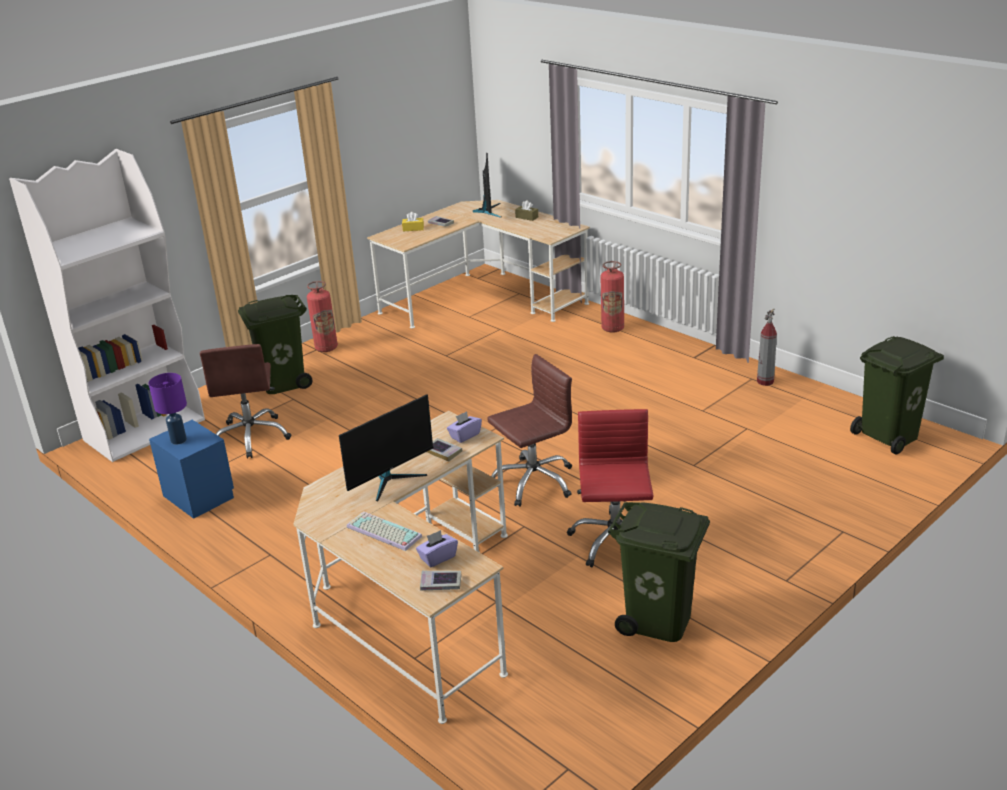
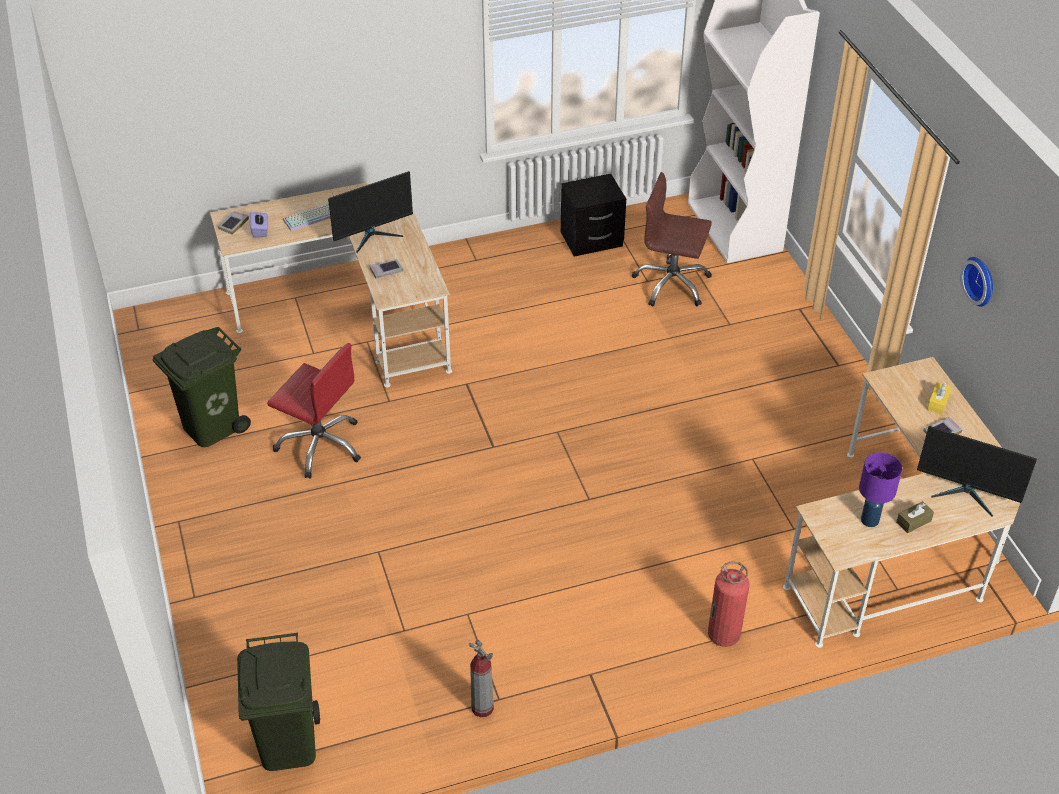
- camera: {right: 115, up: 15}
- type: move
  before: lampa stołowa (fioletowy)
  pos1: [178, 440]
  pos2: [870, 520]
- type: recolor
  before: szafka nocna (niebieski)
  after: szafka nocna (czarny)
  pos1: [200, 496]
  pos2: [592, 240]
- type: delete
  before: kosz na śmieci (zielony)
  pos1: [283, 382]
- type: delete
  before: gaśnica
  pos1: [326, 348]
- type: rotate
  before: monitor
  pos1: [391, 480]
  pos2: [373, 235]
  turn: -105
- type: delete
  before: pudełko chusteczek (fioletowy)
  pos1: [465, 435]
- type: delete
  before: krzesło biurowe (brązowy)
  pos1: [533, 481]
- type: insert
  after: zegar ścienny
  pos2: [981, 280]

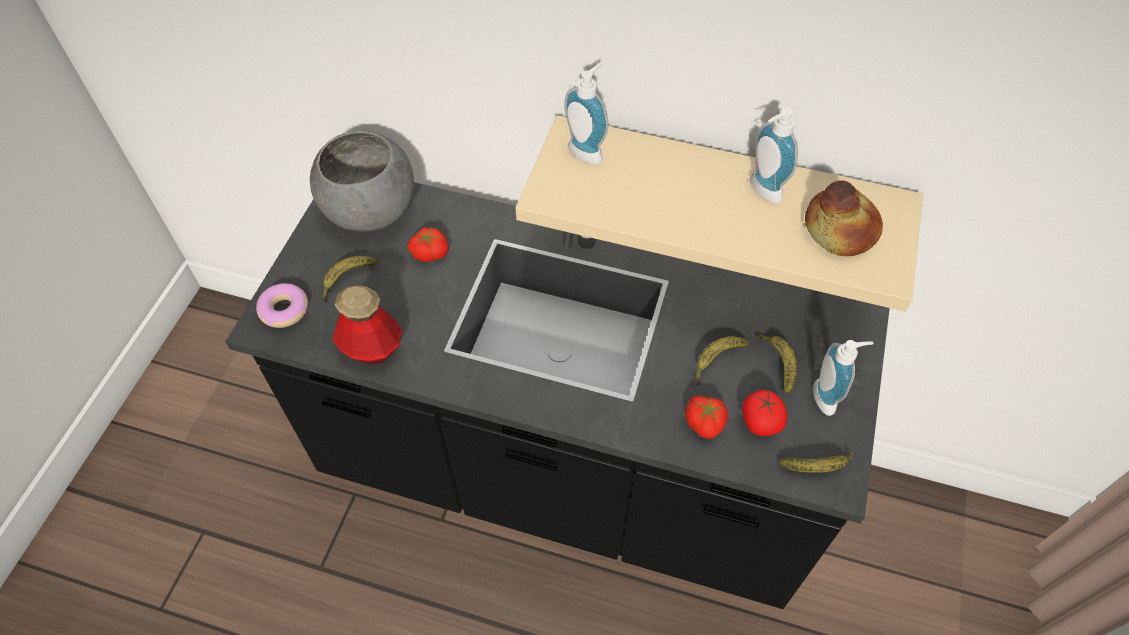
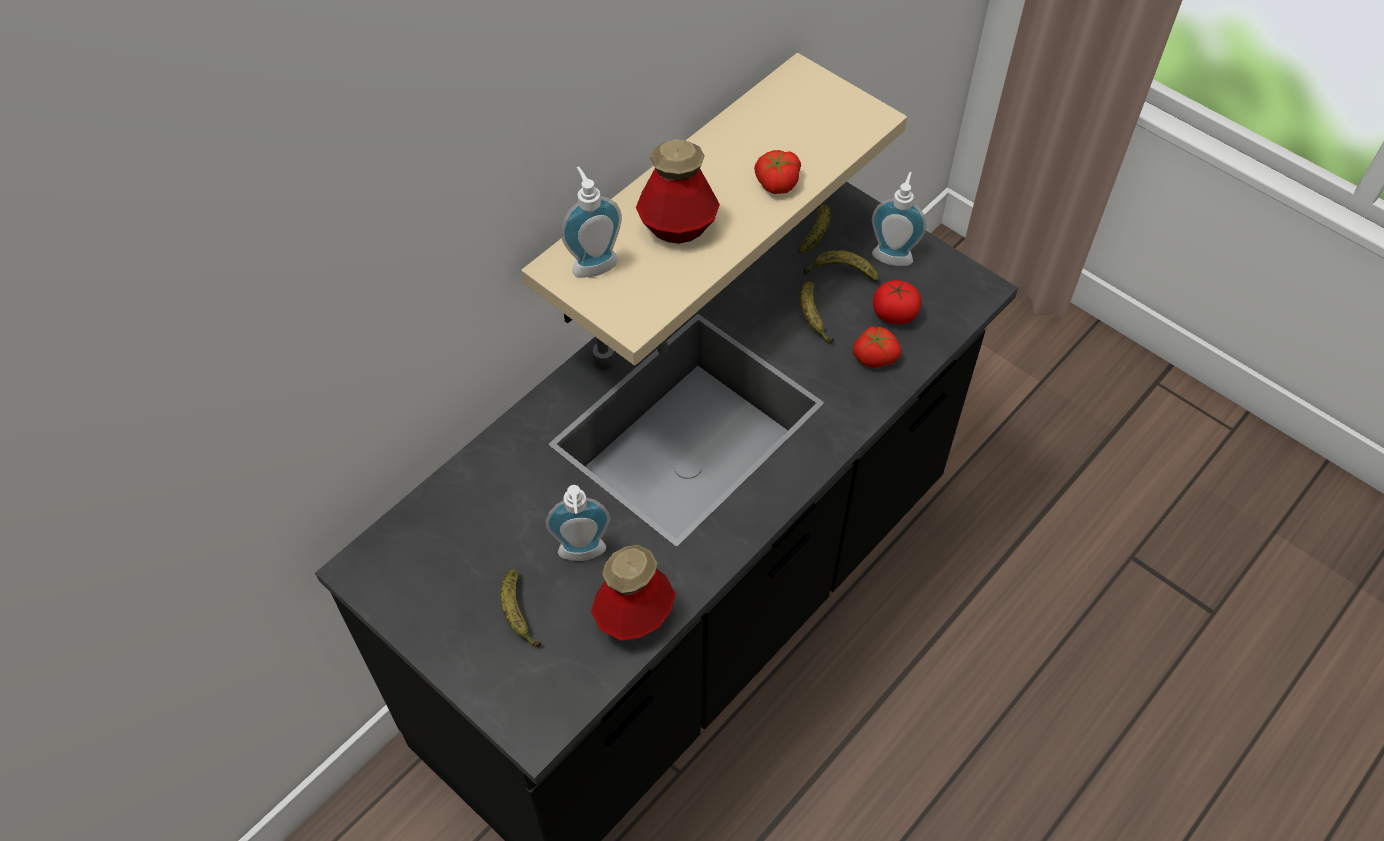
- camera: {right: -65, up: 0}
- type: delete
  before: donut
  pos1: [284, 310]
- type: delete
  before: miska (szary)
  pos1: [371, 212]
- type: move
  before: pomidor
  pos1: [430, 252]
  pos2: [776, 182]
- type: move
  before: dozownik mydła
  pos1: [761, 191]
  pos2: [582, 555]
- type: move
  before: banan
  pos1: [817, 467]
  pos2: [815, 232]
- type: delete
  before: chleb
  pos1: [840, 229]
- type: insert
  after: butelka
  pos2: [678, 227]

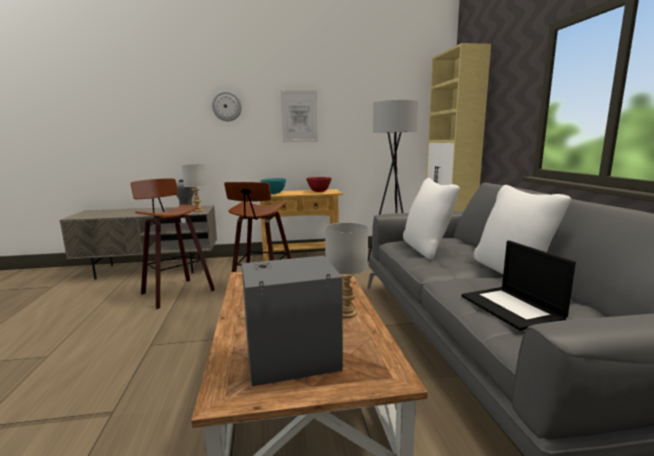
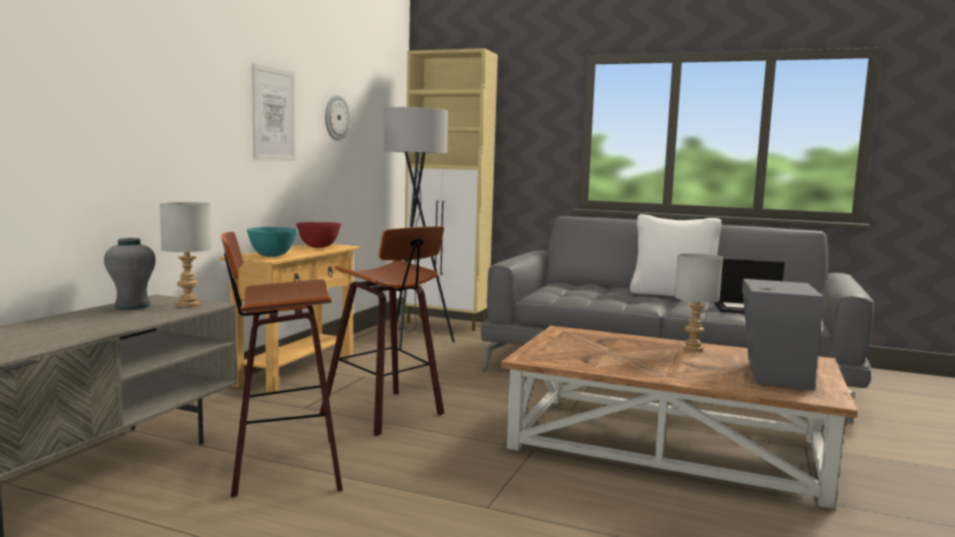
- camera: {right: -60, up: -5}
- type: move
  before: zegar ścienny
  pos1: [226, 106]
  pos2: [336, 117]
- type: delete
  before: poduszka (biały)
  pos1: [426, 249]

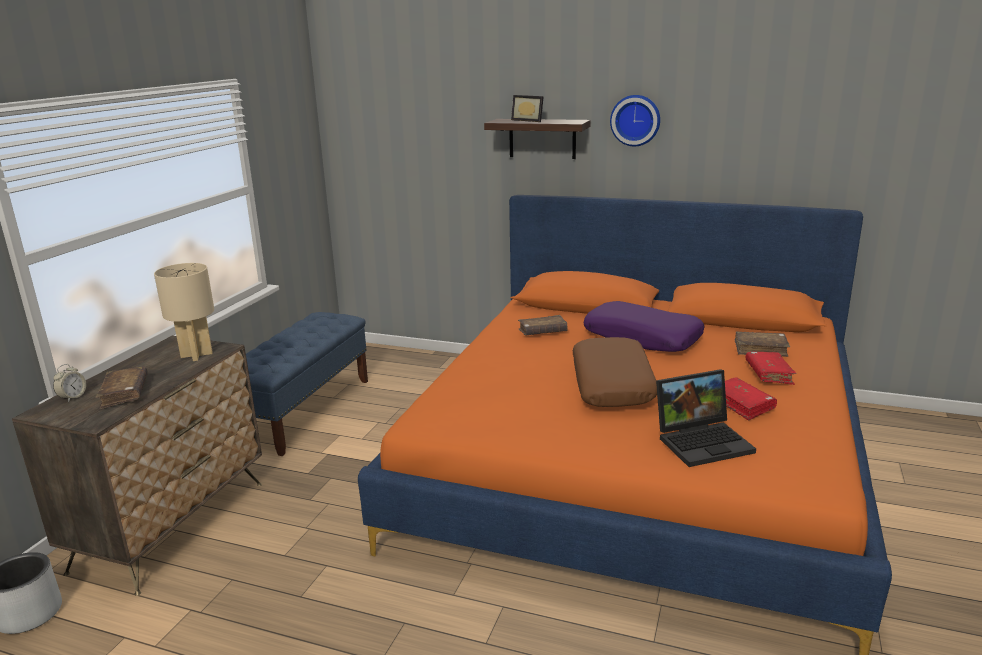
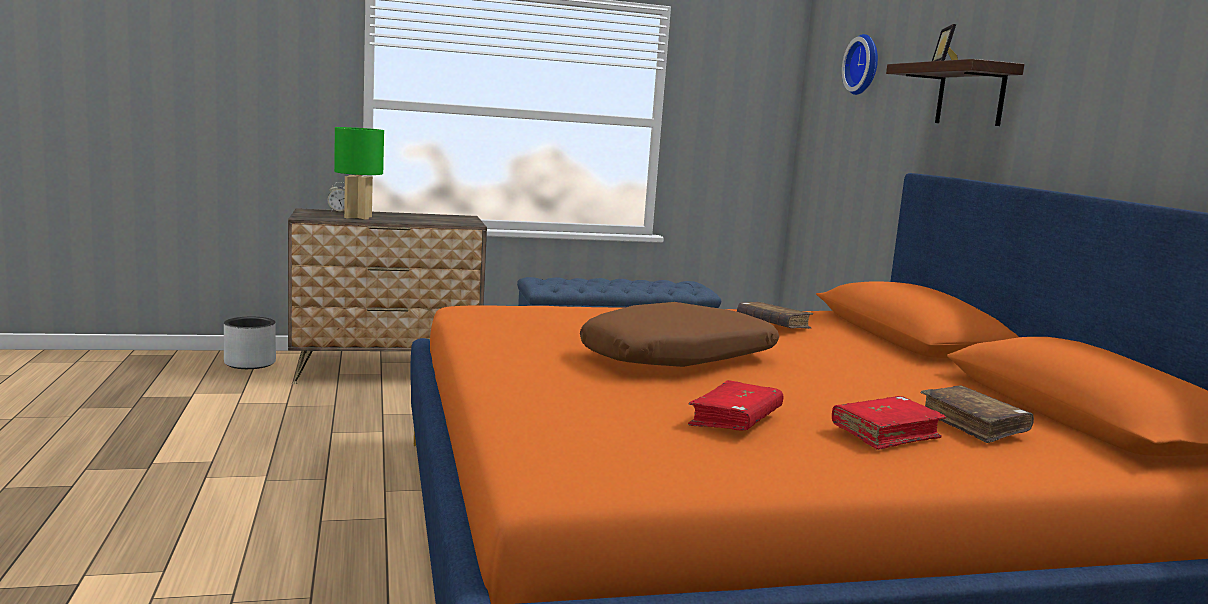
- camera: {right: 55, up: -10}
- type: replace
  before: książka (brązowy)
  after: lampa stołowa (zielony)
  pos1: [125, 394]
  pos2: [357, 217]
- type: delete
  before: lampa stołowa (beżowy)
  pos1: [196, 355]
- type: delete
  before: poduszka (fioletowy)
  pos1: [642, 337]
- type: move
  before: zegar ścienny
  pos1: [635, 120]
  pos2: [864, 65]
- type: delete
  before: laptop
  pos1: [703, 441]

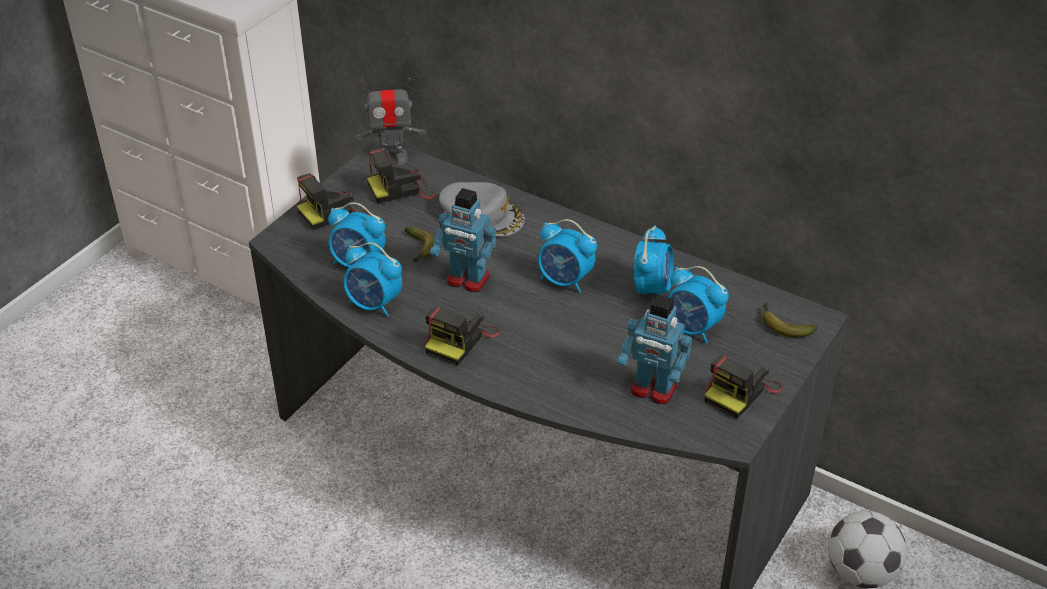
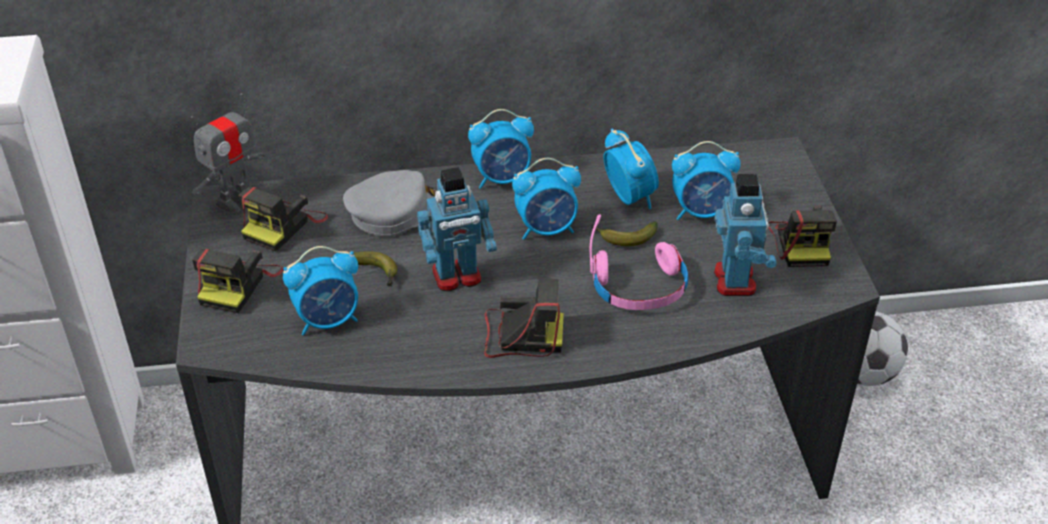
- camera: {right: -40, up: 0}
- type: move
  before: budzik
  pos1: [374, 305]
  pos2: [502, 179]
- type: rotate
  before: aparat fotograficzny
  pos1: [460, 340]
  pos2: [520, 335]
  turn: -75
- type: rotate
  before: robot zabawkowy
  pos1: [653, 389]
  pos2: [736, 281]
  turn: -75
- type: move
  before: banan
  pos1: [783, 325]
  pos2: [623, 237]
- type: insert
  after: słuchawki (różowy)
  pos2: [639, 288]

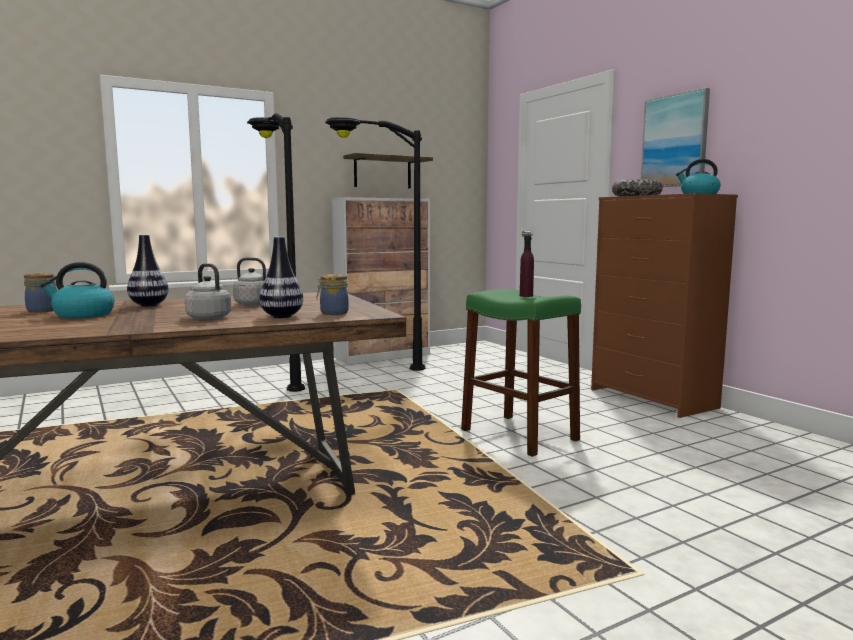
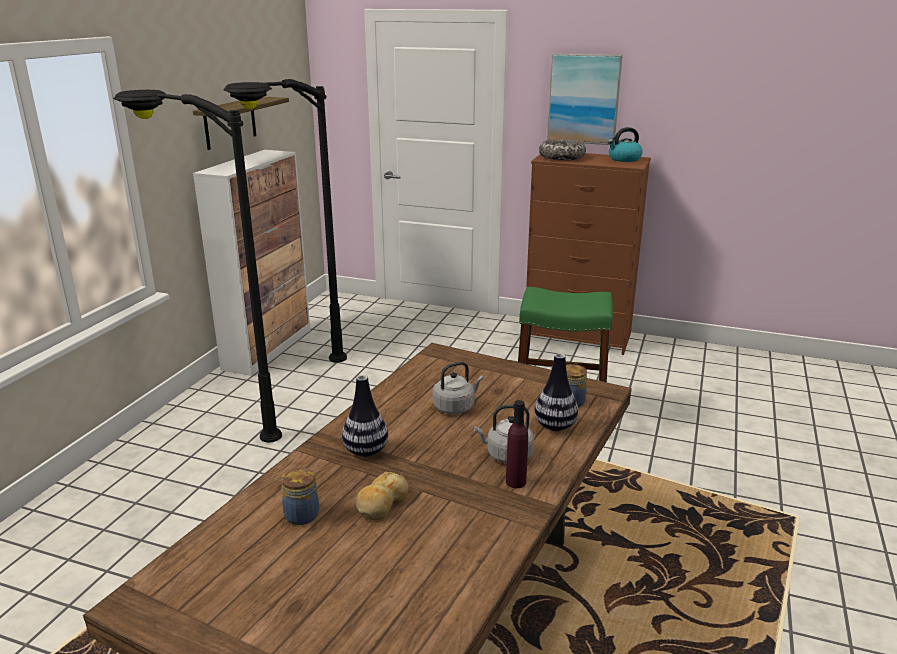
- camera: {right: -40, up: 15}
- type: replace
  before: czajnik
  after: chleb
  pos1: [82, 315]
  pos2: [381, 504]
- type: move
  before: butelka (fioletowy)
  pos1: [526, 296]
  pos2: [515, 482]

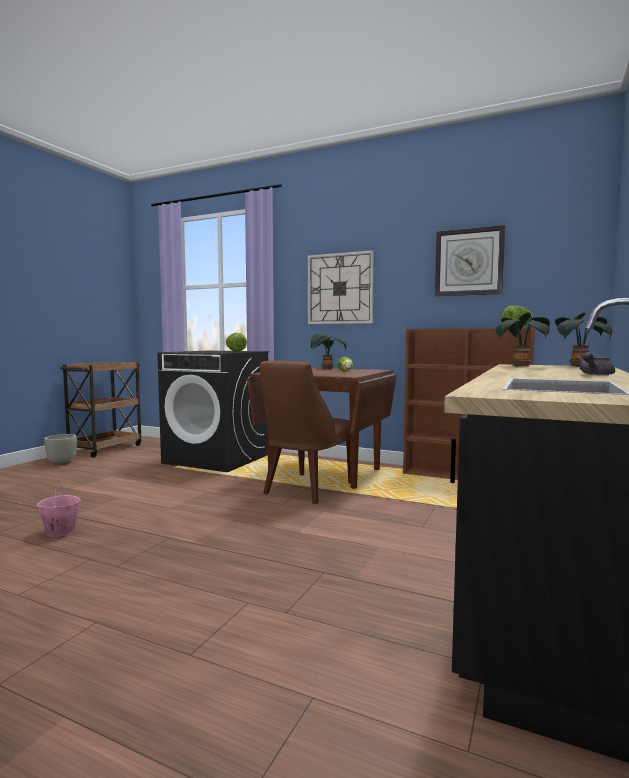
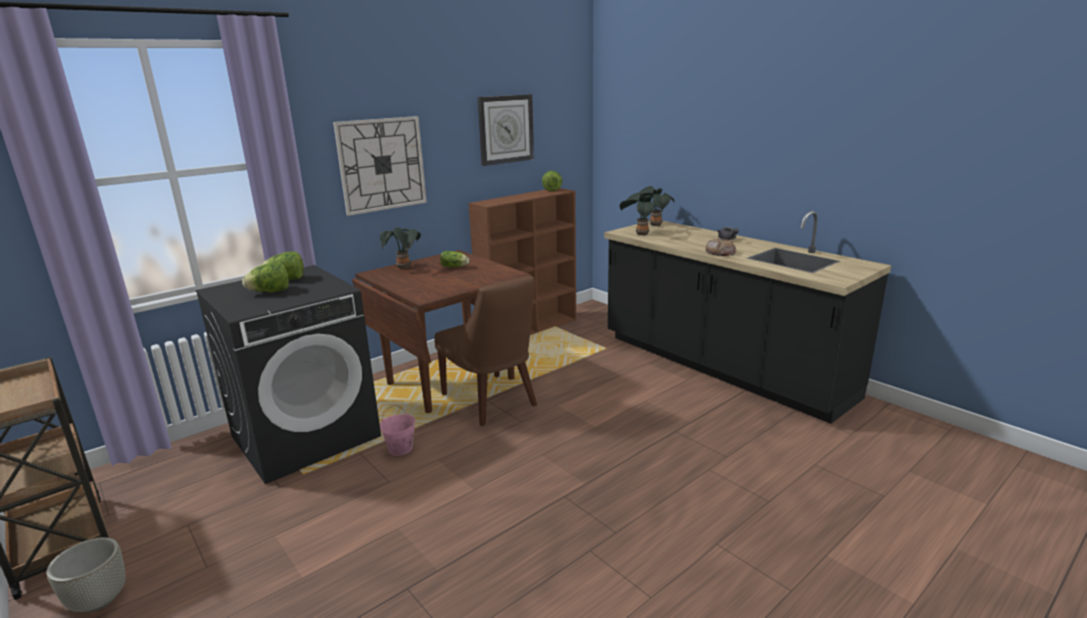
- camera: {right: -65, up: 15}
- type: move
  before: wiadro (różowy)
  pos1: [60, 532]
  pos2: [400, 449]
- type: insert
  after: sałata
  pos2: [270, 292]
- type: insert
  after: chleb
  pos2: [720, 252]

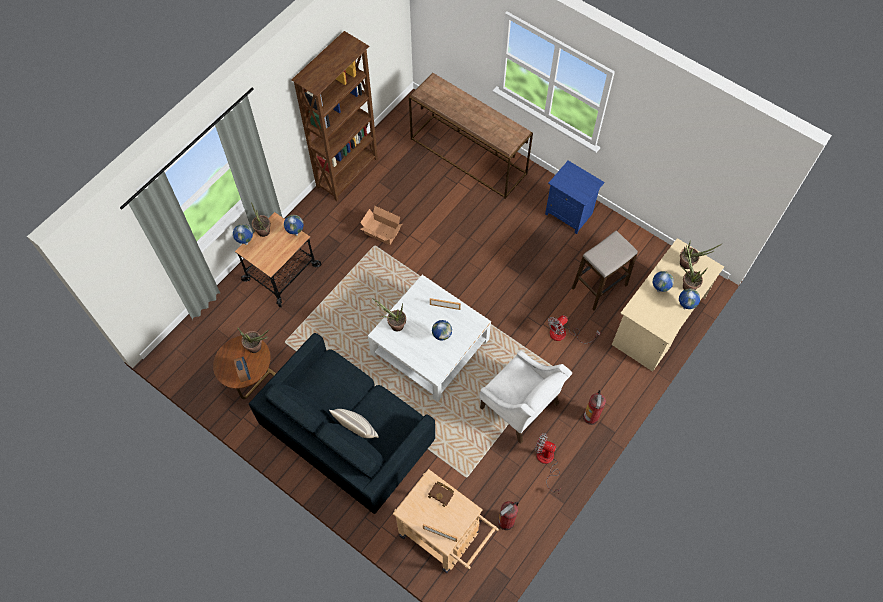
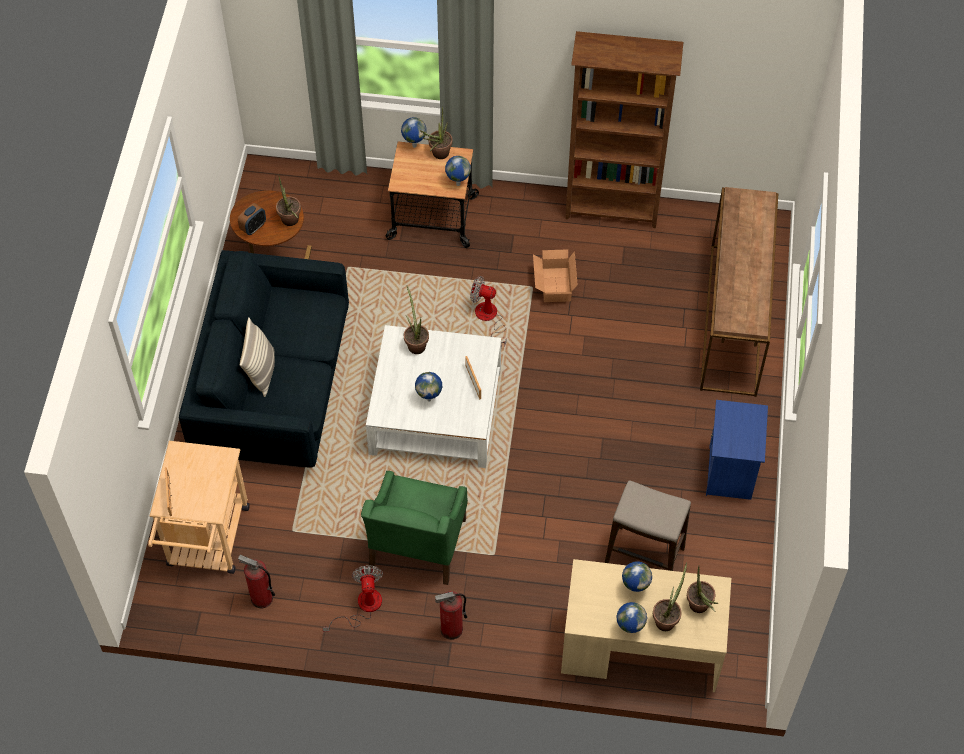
- camera: {right: 60, up: -5}
- type: delete
  before: książka (brązowy)
  pos1: [442, 494]
- type: recolor
  before: fotel (biały)
  after: fotel (zielony)
  pos1: [520, 406]
  pos2: [417, 544]
- type: move
  before: wentylator
  pos1: [564, 334]
  pos2: [488, 319]

